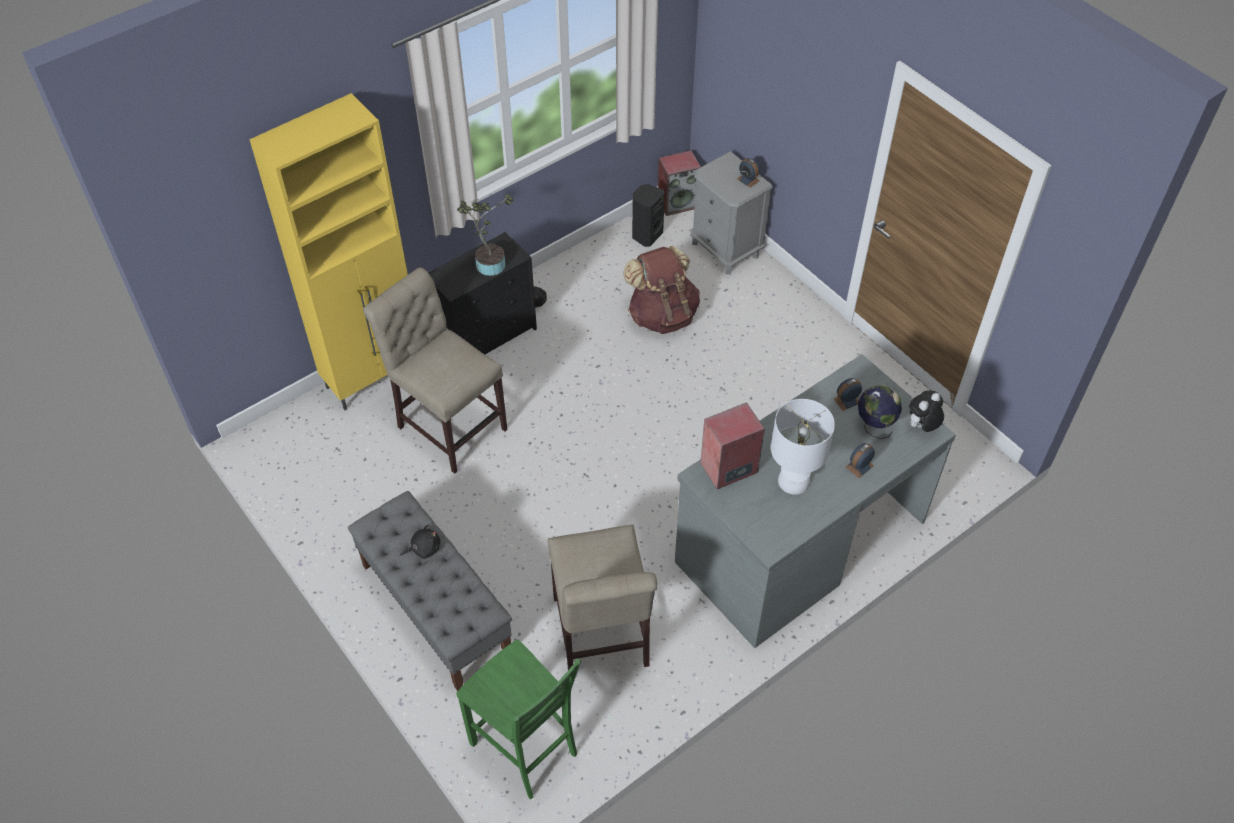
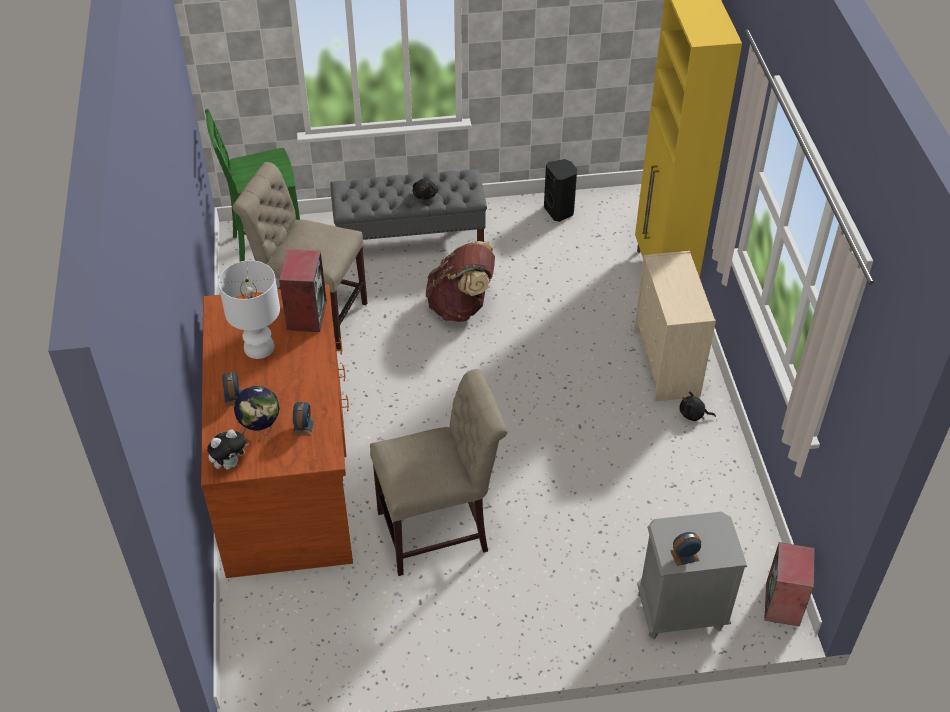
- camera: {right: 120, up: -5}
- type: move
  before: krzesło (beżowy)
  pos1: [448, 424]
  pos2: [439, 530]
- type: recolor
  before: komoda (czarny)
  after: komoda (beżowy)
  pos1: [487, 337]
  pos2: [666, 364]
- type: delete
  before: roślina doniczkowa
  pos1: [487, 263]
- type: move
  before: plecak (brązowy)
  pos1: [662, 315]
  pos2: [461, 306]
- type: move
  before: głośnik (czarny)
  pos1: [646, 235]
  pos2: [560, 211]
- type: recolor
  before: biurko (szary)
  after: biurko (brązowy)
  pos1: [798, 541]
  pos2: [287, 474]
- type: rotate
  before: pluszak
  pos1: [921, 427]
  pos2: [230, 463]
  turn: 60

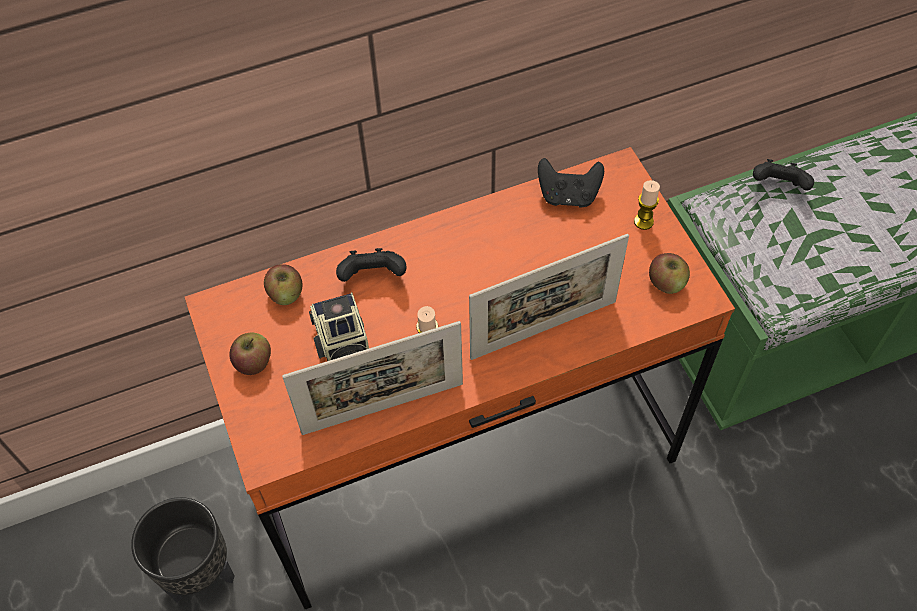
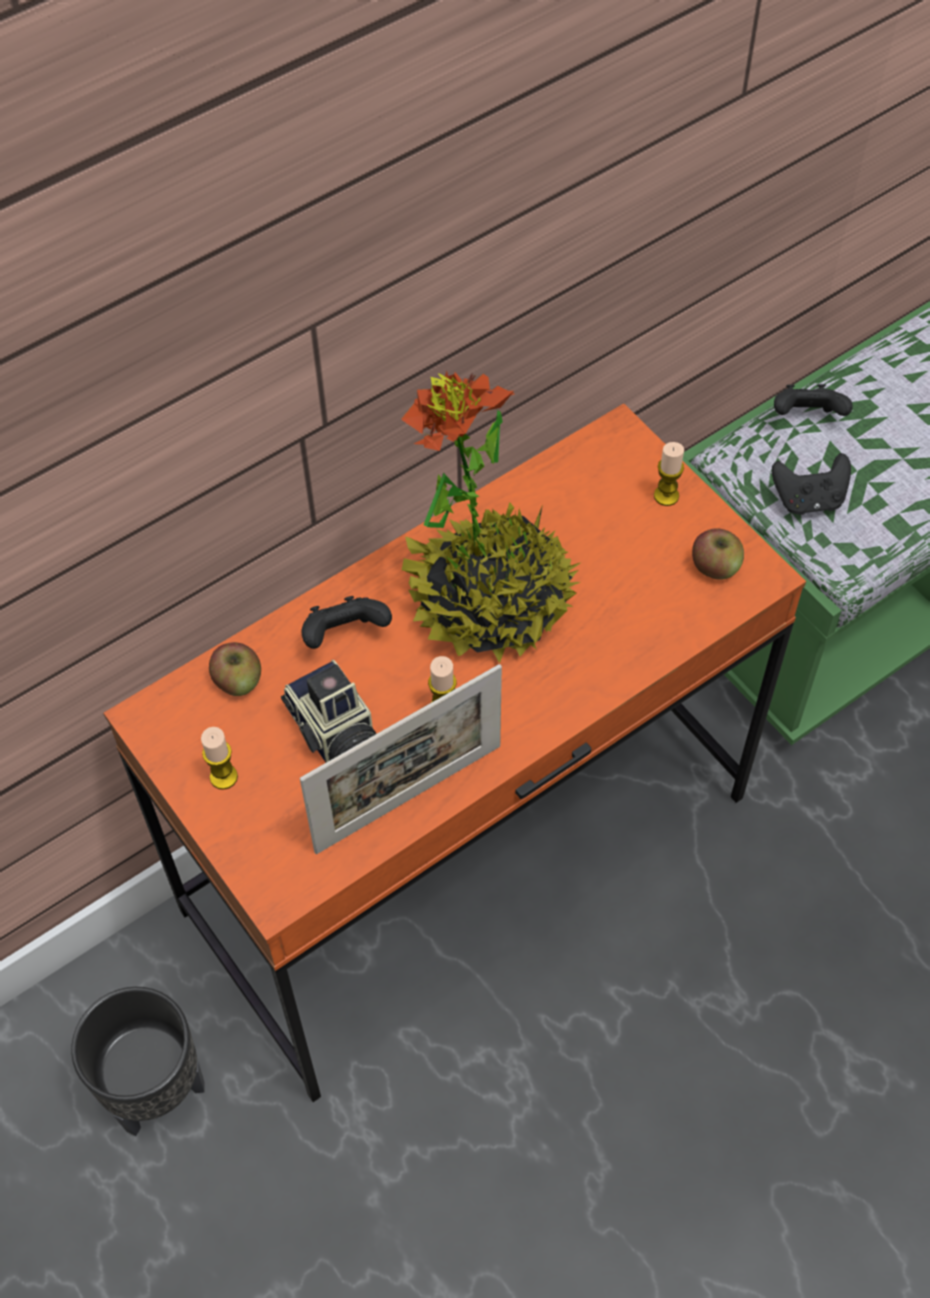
- camera: {right: -15, up: 0}
- type: replace
  before: jabłko
  after: świeca
  pos1: [253, 362]
  pos2: [223, 777]
- type: delete
  before: ramka na zdjęcie
  pos1: [543, 329]
- type: move
  before: pad do gier (czarny)
  pos1: [568, 195]
  pos2: [808, 499]
- type: insert
  after: roślina doniczkowa
  pos2: [490, 600]

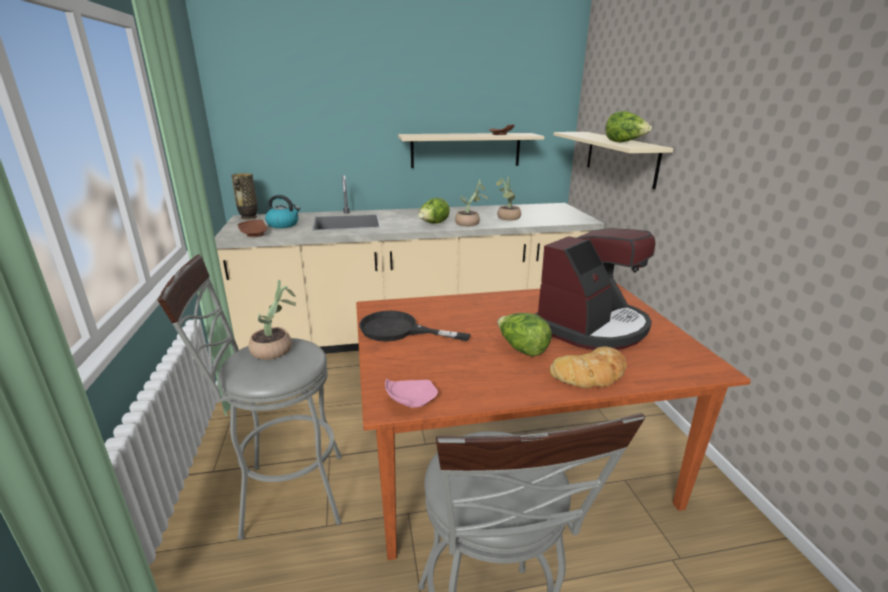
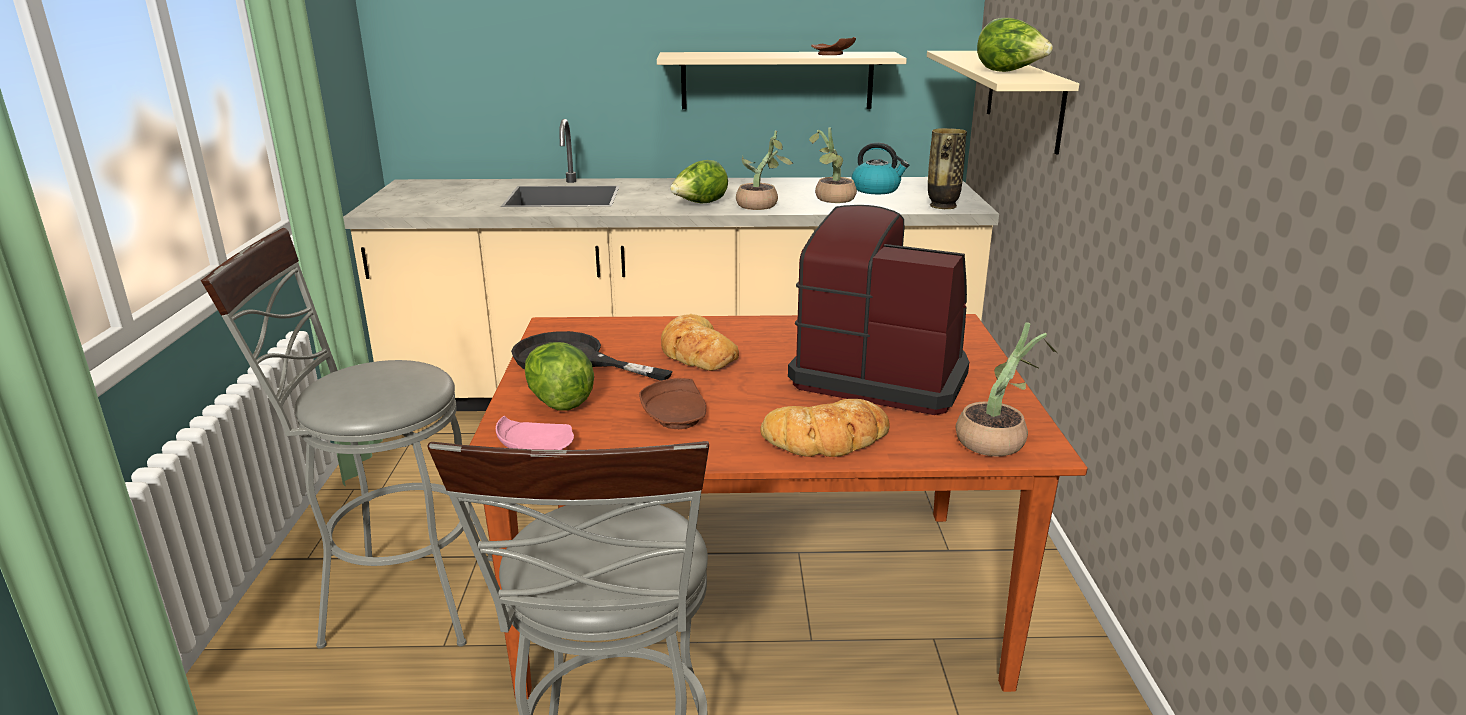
- camera: {right: 10, up: 0}
- type: move
  before: wazon
  pos1: [248, 218]
  pos2: [942, 206]
- type: move
  before: talerz (brązowy)
  pos1: [255, 234]
  pos2: [677, 417]
- type: move
  before: roślina doniczkowa
  pos1: [277, 349]
  pos2: [997, 440]
- type: move
  before: czajnik
  pos1: [283, 225]
  pos2: [876, 190]
- type: move
  before: sałata
  pos1: [521, 349]
  pos2: [558, 401]
- type: rotate
  before: ekspres do kawy
  pos1: [592, 326]
  pos2: [880, 375]
  turn: -120
- type: insert
  after: chleb
  pos2: [696, 352]

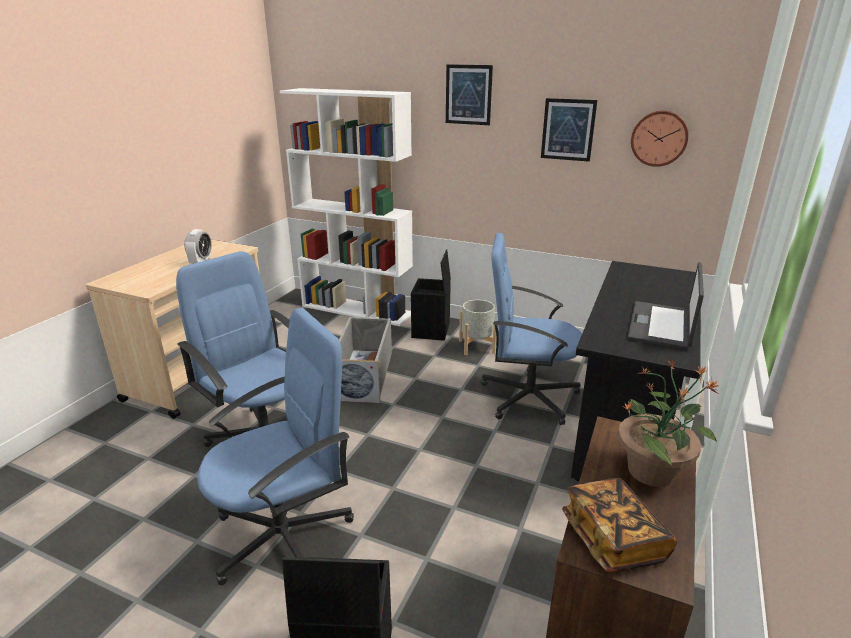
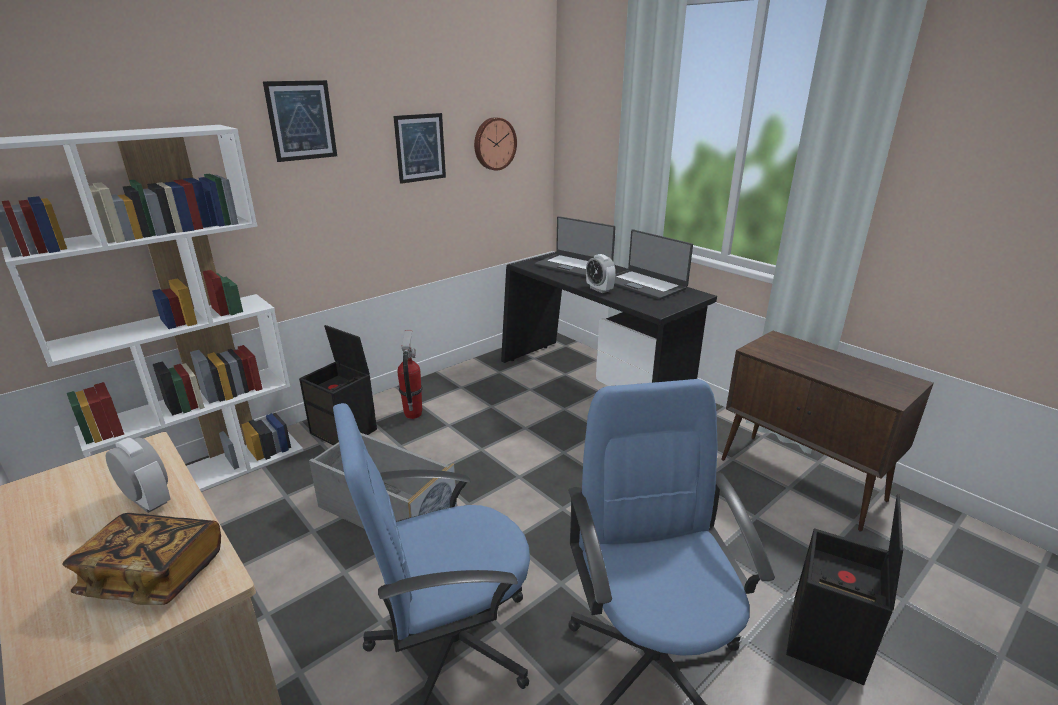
- camera: {right: -65, up: 0}
- type: replace
  before: donica (szary)
  after: gaśnica
  pos1: [476, 347]
  pos2: [413, 414]
- type: delete
  before: krzesło biurowe (niebieski)
  pos1: [527, 396]
- type: move
  before: książka
  pos1: [613, 539]
  pos2: [155, 575]
- type: delete
  before: roślina doniczkowa
  pos1: [652, 471]
- type: insert
  after: laptop
  pos2: [574, 266]
- type: insert
  after: budzik
  pos2: [599, 289]

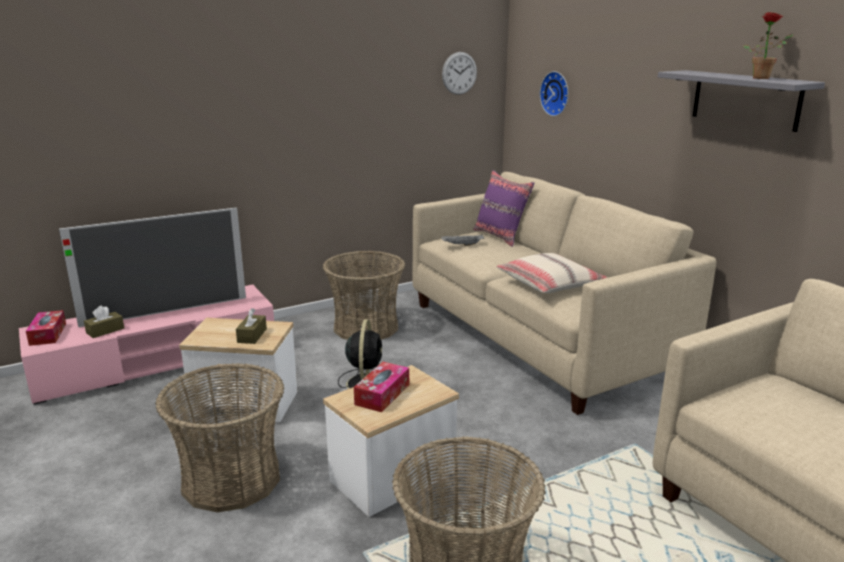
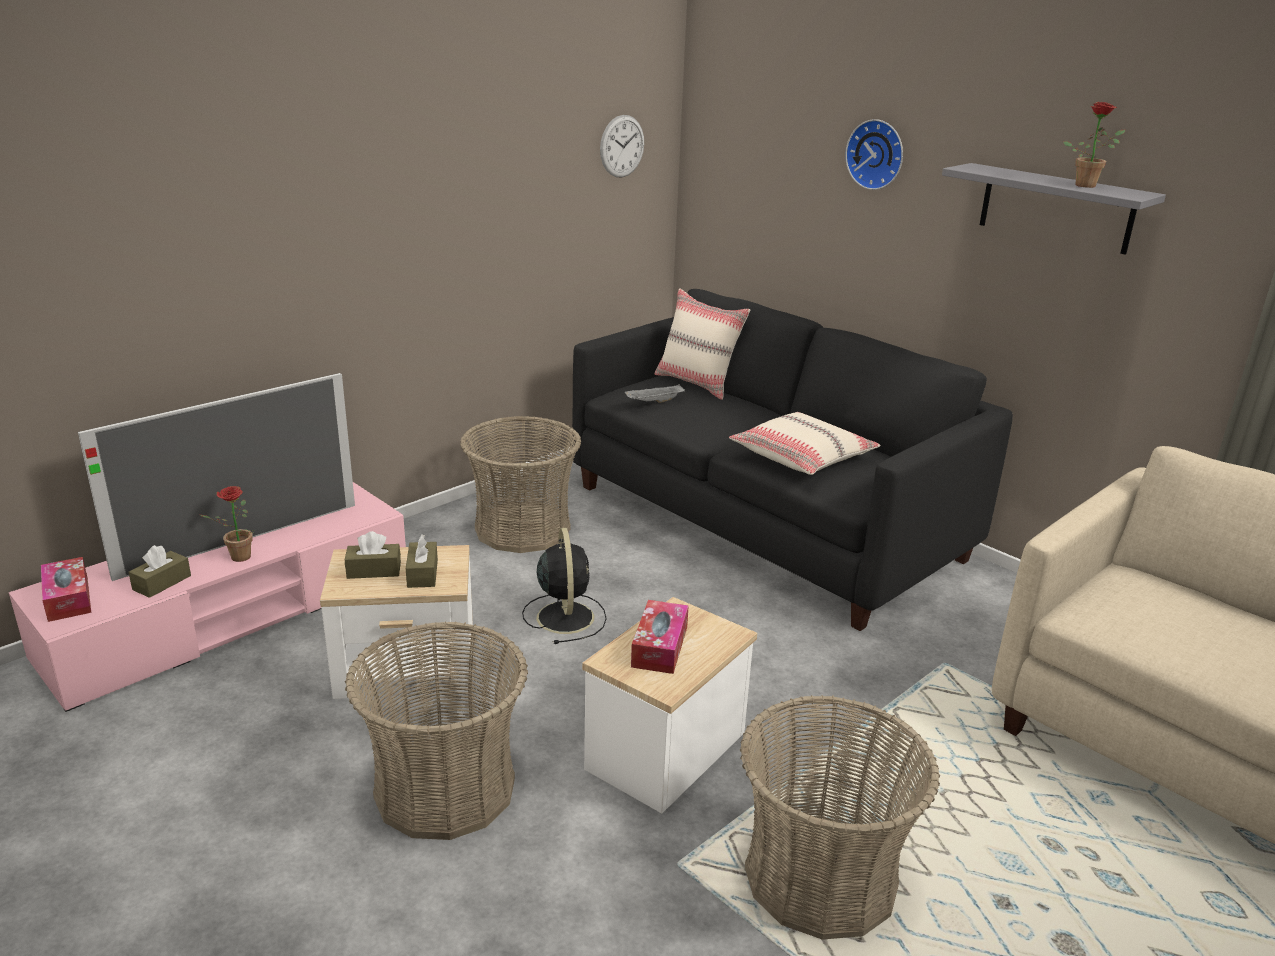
- camera: {right: -15, up: 5}
- type: recolor
  before: kanapa (beżowy)
  after: kanapa (czarny)
  pos1: [539, 337]
  pos2: [765, 522]
- type: recolor
  before: poduszka (fioletowy)
  after: poduszka (beżowy)
  pos1: [500, 236]
  pos2: [697, 383]
- type: move
  before: zegar ścienny
  pos1: [556, 93]
  pos2: [877, 154]
- type: insert
  after: roślina doniczkowa
  pos2: [236, 558]
- type: insert
  after: pudełko chusteczek (brązowy)
  pos2: [374, 570]

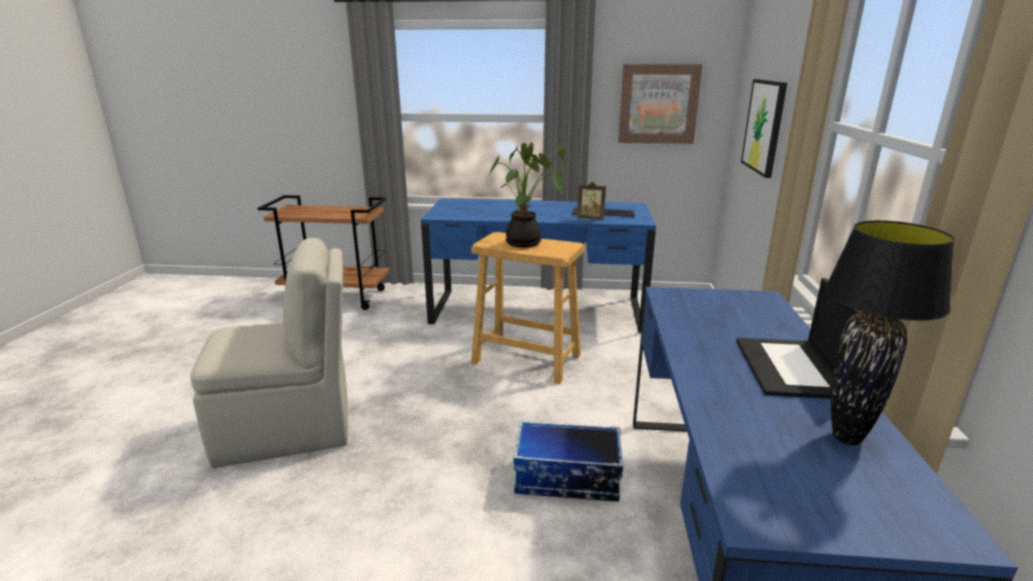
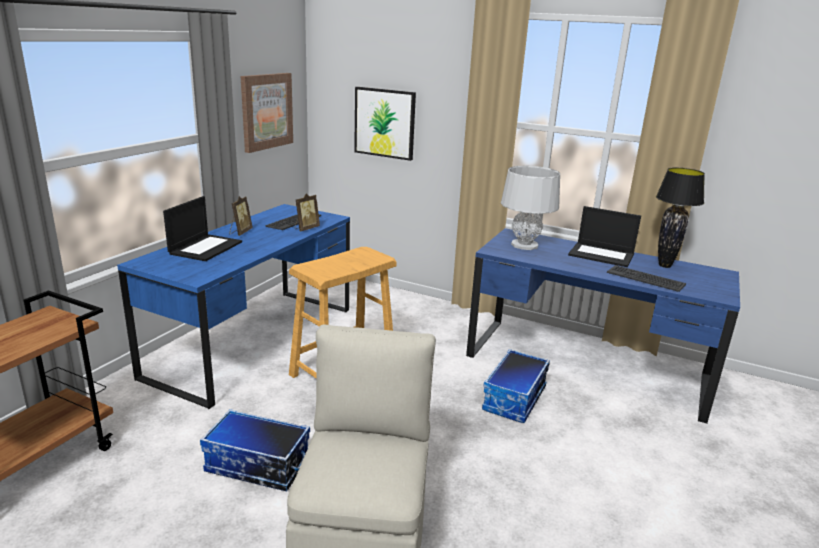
- camera: {right: -70, up: 0}
- type: delete
  before: roślina doniczkowa
  pos1: [526, 243]
- type: insert
  after: laptop
  pos2: [205, 247]
- type: insert
  after: pojemnik do przechowywania
  pos2: [257, 466]
- type: insert
  after: ramka na zdjęcie
  pos2: [240, 232]
- type: insert
  after: lampa stołowa (szary)
  pos2: [524, 245]
- type: insert
  after: klawiatura
  pos2: [645, 278]

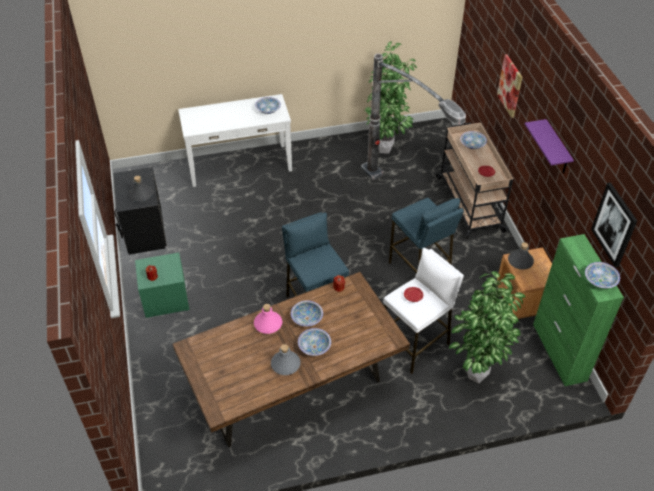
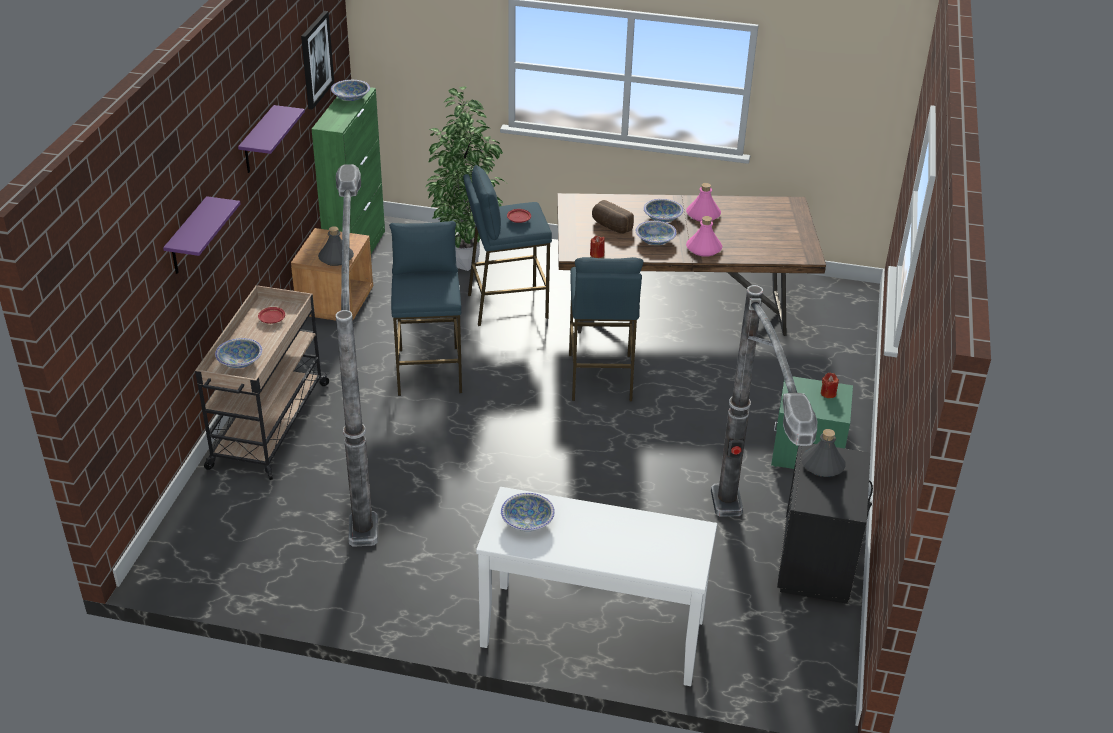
- camera: {right: -155, up: -10}
- type: recolor
  before: butelka (szary)
  after: butelka (różowy)
  pos1: [285, 364]
  pos2: [703, 214]
- type: delete
  before: roślina doniczkowa
  pos1: [386, 149]
- type: recolor
  before: stołek (biały)
  after: stołek (niebieski)
  pos1: [416, 345]
  pos2: [506, 305]
- type: replace
  before: obraz
  after: półka (fioletowy)
  pos1: [510, 86]
  pos2: [188, 238]
- type: insert
  after: chleb
  pos2: [610, 226]
- type: insert
  after: lampa stojąca
  pos2: [742, 575]

